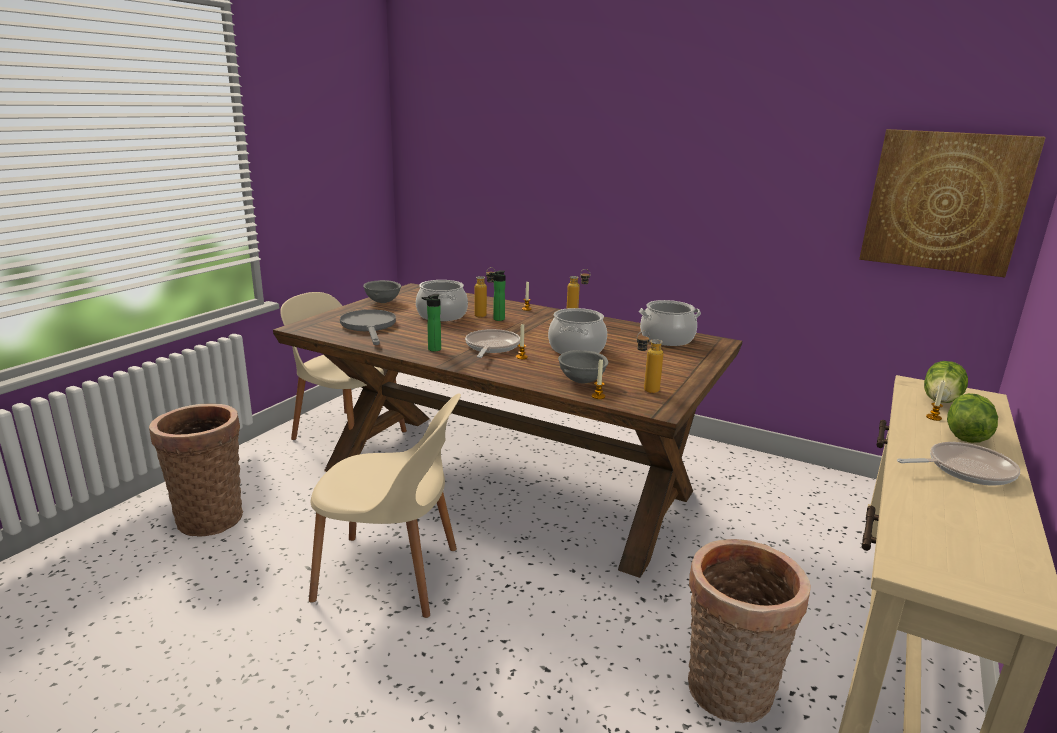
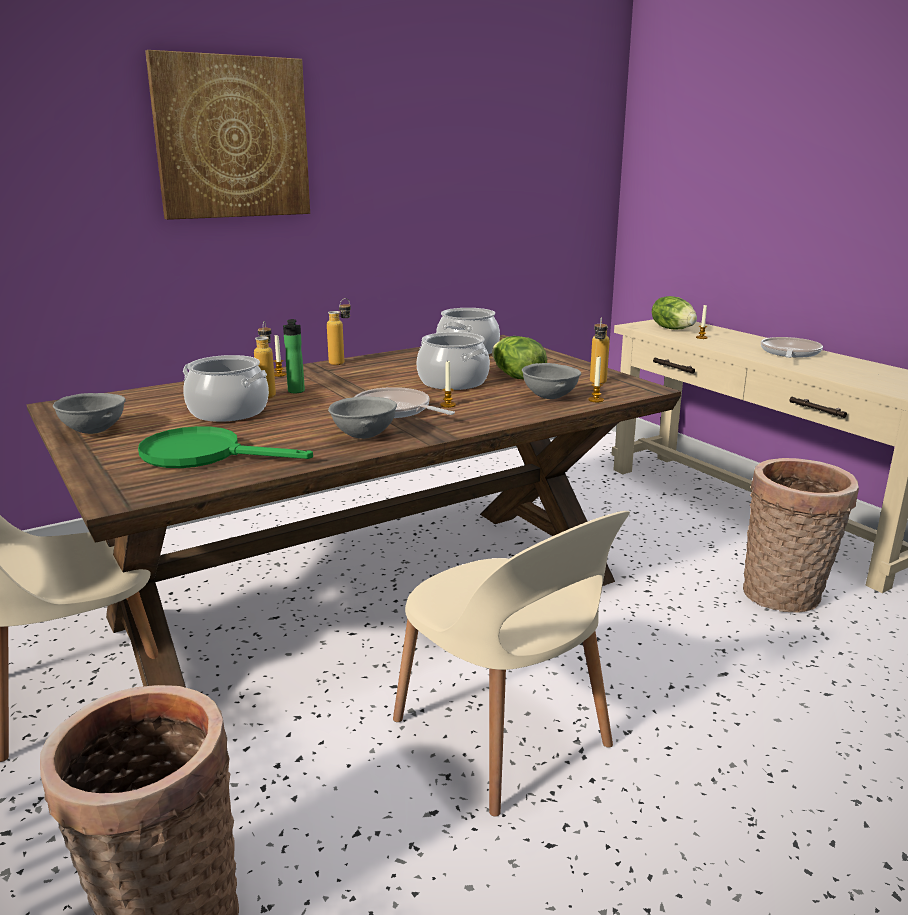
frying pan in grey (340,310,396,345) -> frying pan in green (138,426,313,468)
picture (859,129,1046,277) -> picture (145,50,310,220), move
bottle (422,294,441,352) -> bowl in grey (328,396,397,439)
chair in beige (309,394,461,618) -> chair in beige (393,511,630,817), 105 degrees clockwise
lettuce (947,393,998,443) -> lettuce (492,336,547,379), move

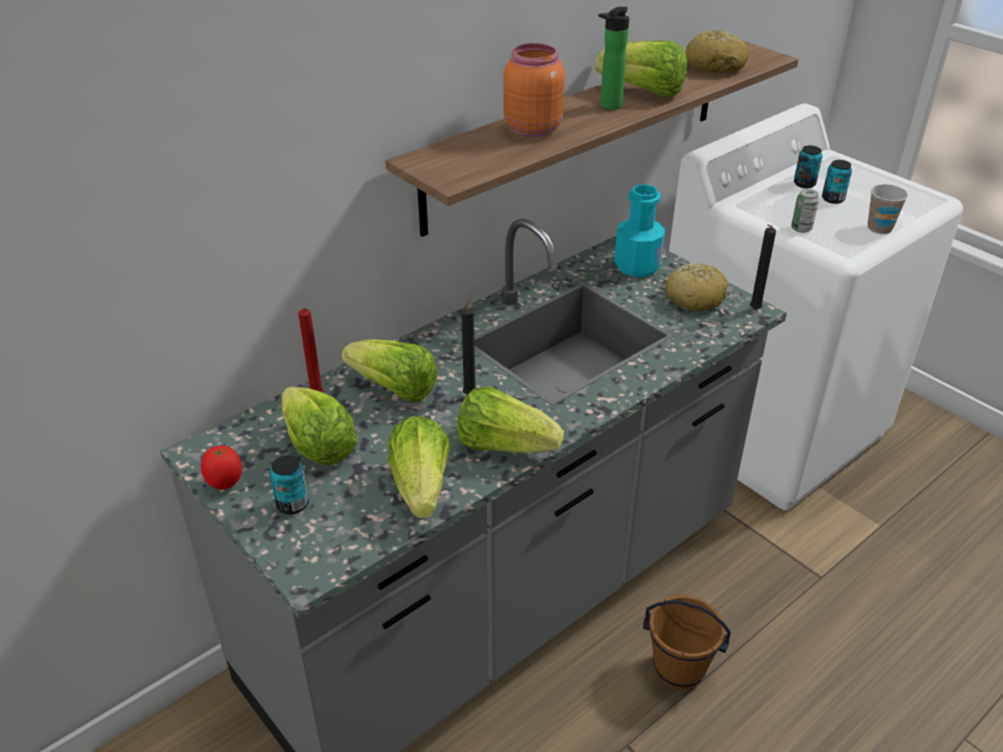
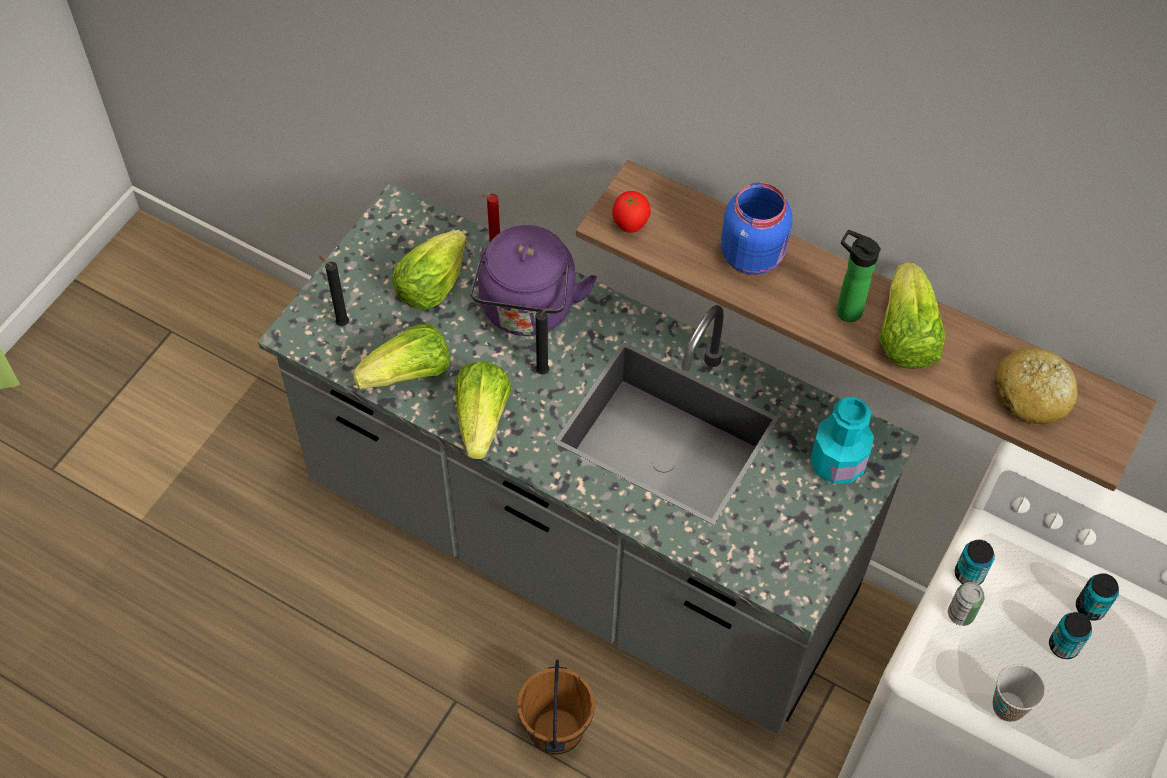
candle in black (750,224,776,310) -> candle in black (319,256,349,326), move
lettuce (342,339,437,402) -> kettle in purple (470,225,597,336)
tomato (201,446,242,490) -> tomato (612,191,651,233), move
jar in orange (504,43,565,137) -> jar in blue (721,183,792,275)
can (270,455,309,514) -> can (955,540,995,585), move
bread (665,263,728,311) -> none

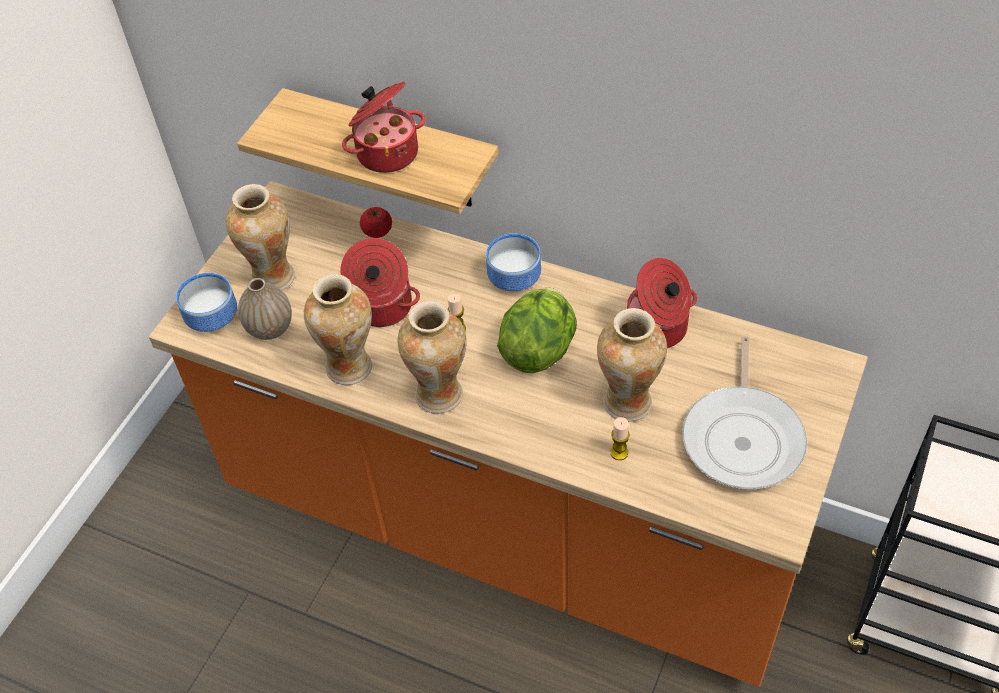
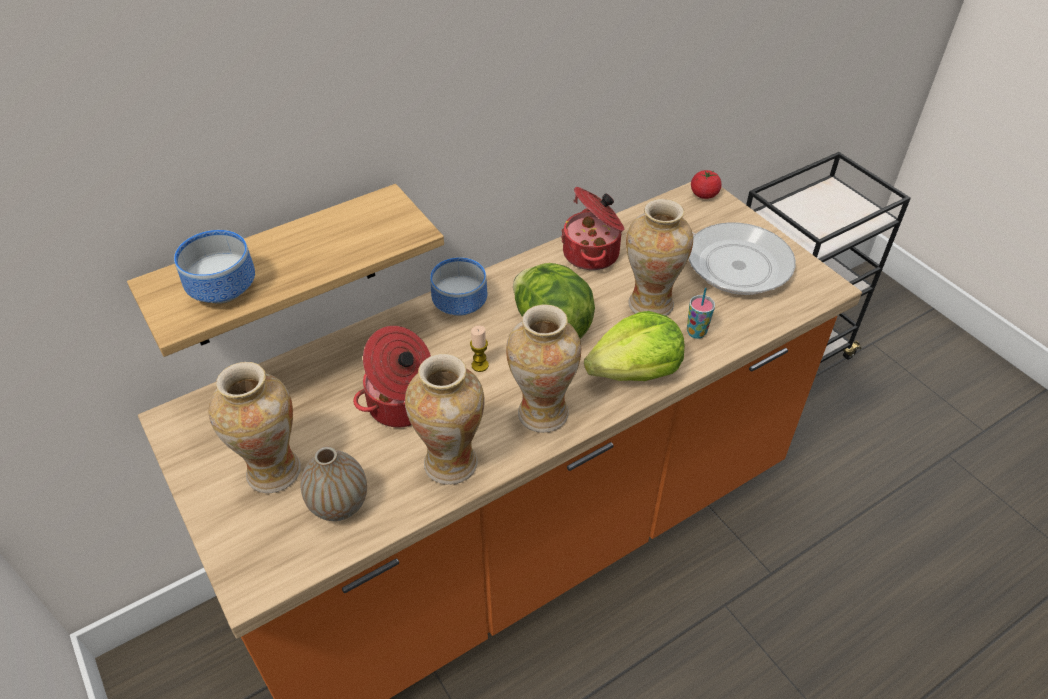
bowl (176,273,237,332) -> bowl (174,230,255,304), move
none -> lettuce (584,311,684,381)
candle (611,417,630,460) -> cup (687,288,715,339)
tomato (360,207,392,238) -> tomato (691,170,722,199), move
cooking pot (342,82,426,173) -> none

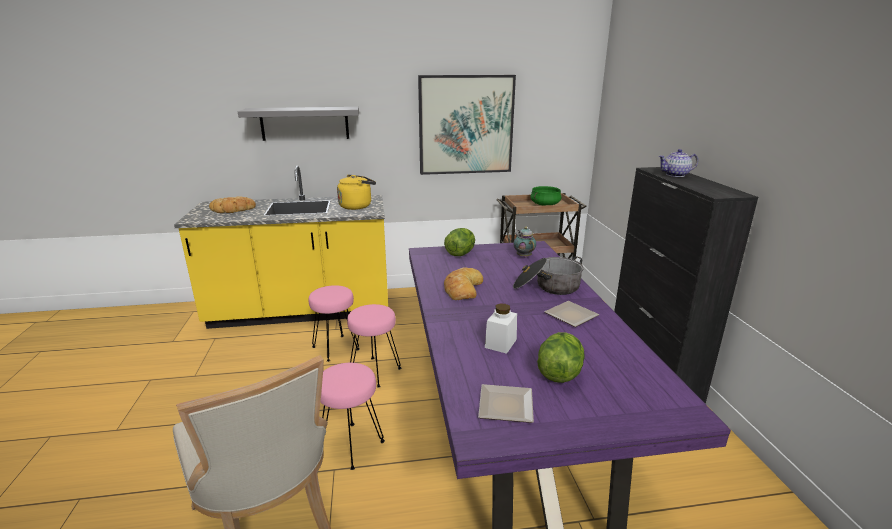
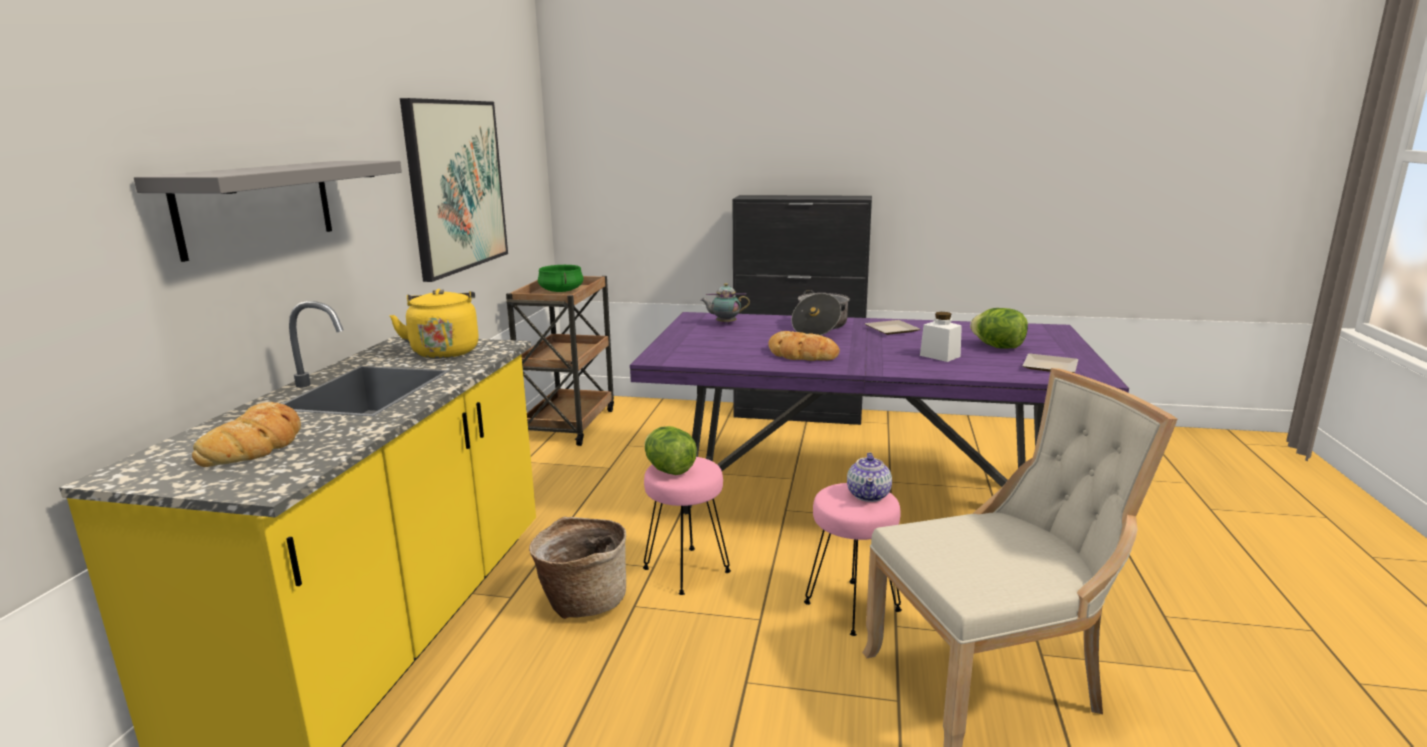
stool in pink (309,285,360,362) -> basket (529,516,626,619)
lettuce (444,228,475,256) -> lettuce (645,426,697,475), move
teapot (658,149,698,177) -> teapot (847,452,892,502), move

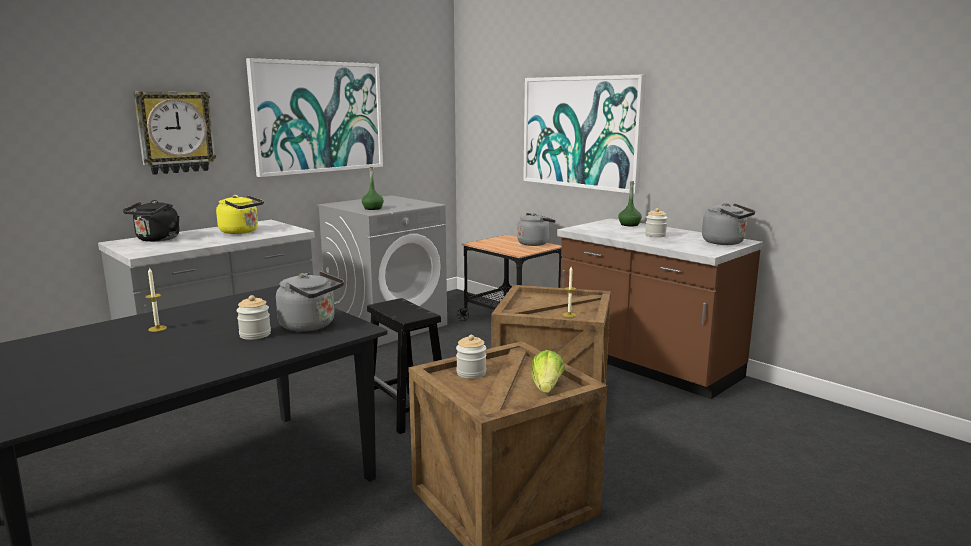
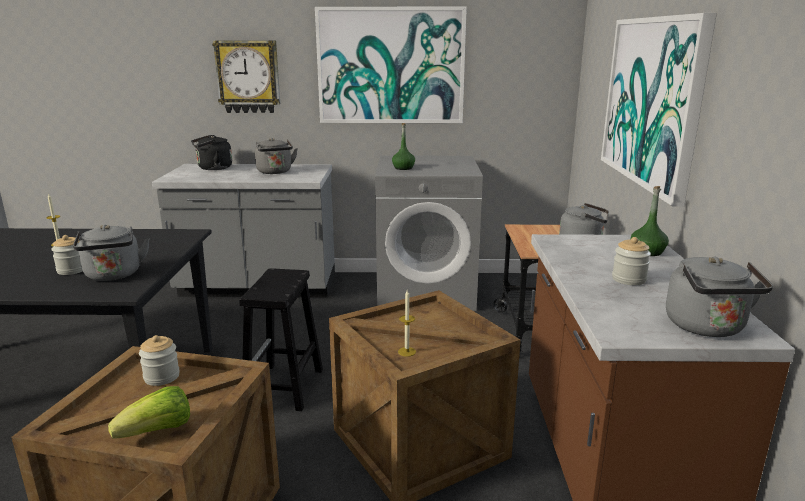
kettle in yellow (216,195,264,234) -> kettle in grey (255,138,298,174)

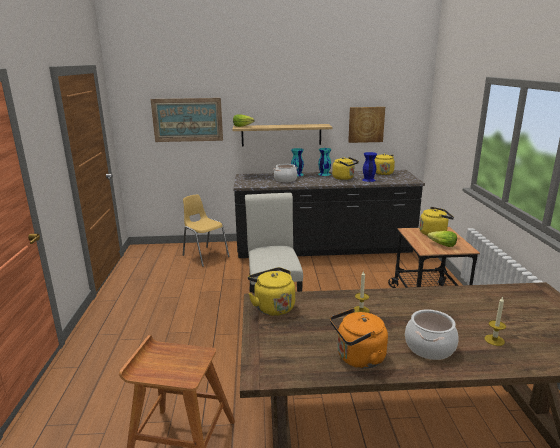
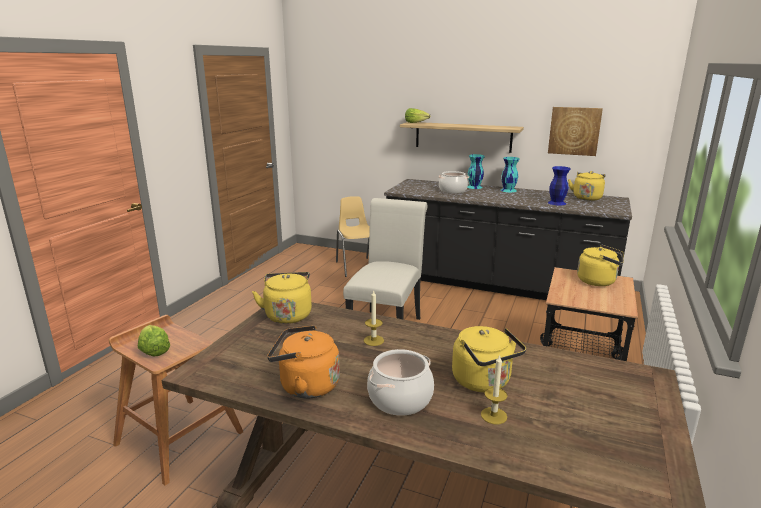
lettuce (427,231,457,247) -> lettuce (138,325,170,356), move
kettle in yellow (332,157,359,180) -> kettle in yellow (452,326,526,392), move
picture (151,98,223,142) -> none

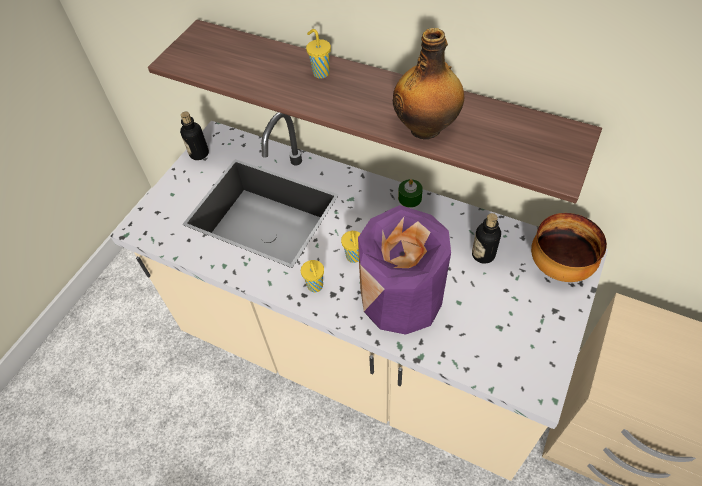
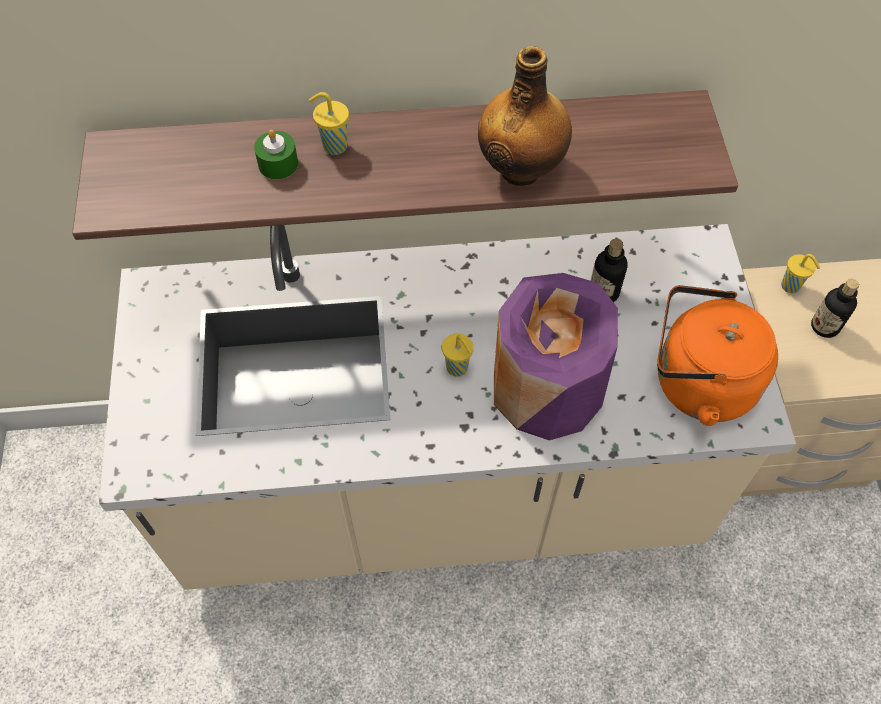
candle in green (398,179,423,208) -> candle in green (254,130,298,179), move
none -> kettle in orange (657,285,778,426)
cup in yellow (301,260,324,292) -> cup in yellow (781,254,820,293), move
bottle (180,112,209,160) -> bottle (811,279,859,338), move
bowl (531,213,607,282) -> none

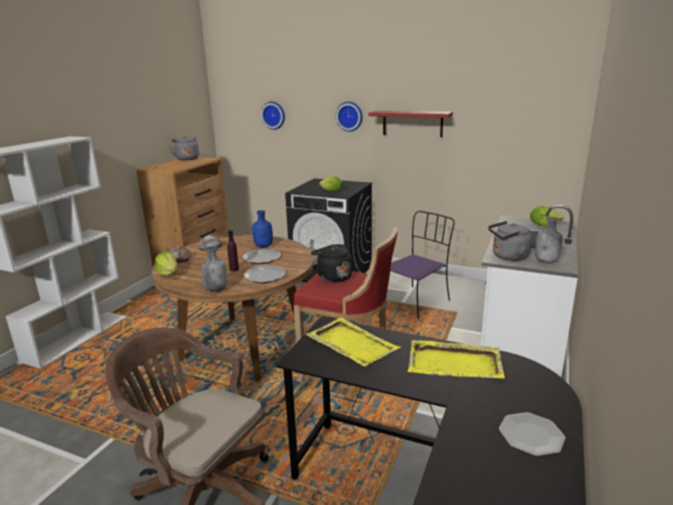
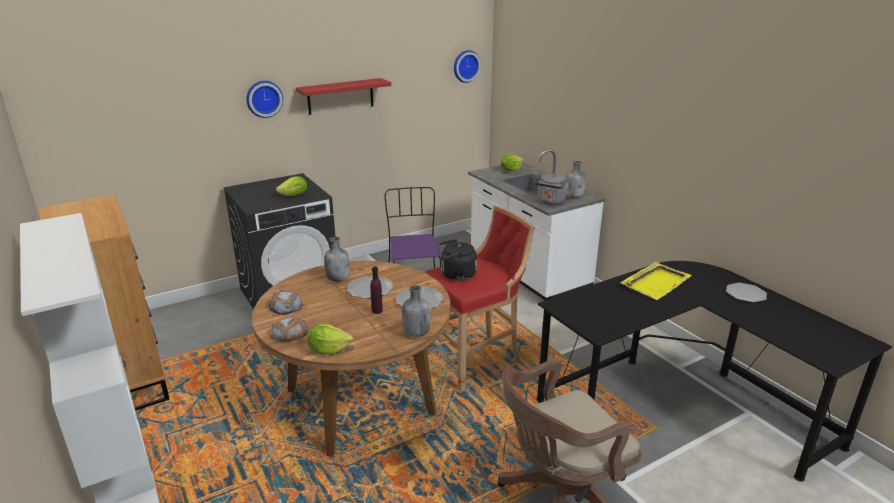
bottle in blue (253,210,273,247) -> bottle in grey (324,237,349,282)
wall clock (261,102,285,130) -> wall clock (454,50,481,83), move
kettle in grey (169,136,199,161) -> none
tray in yellow (306,318,401,366) -> none

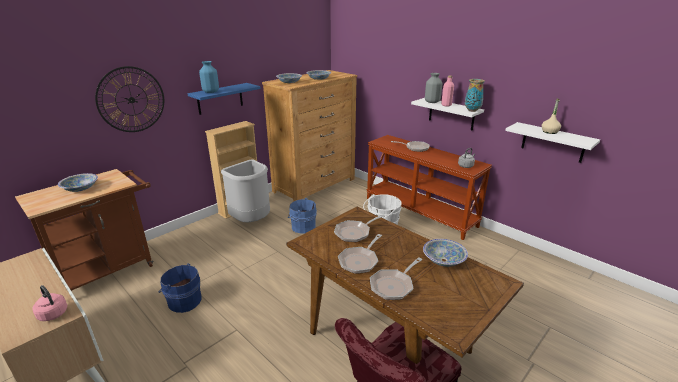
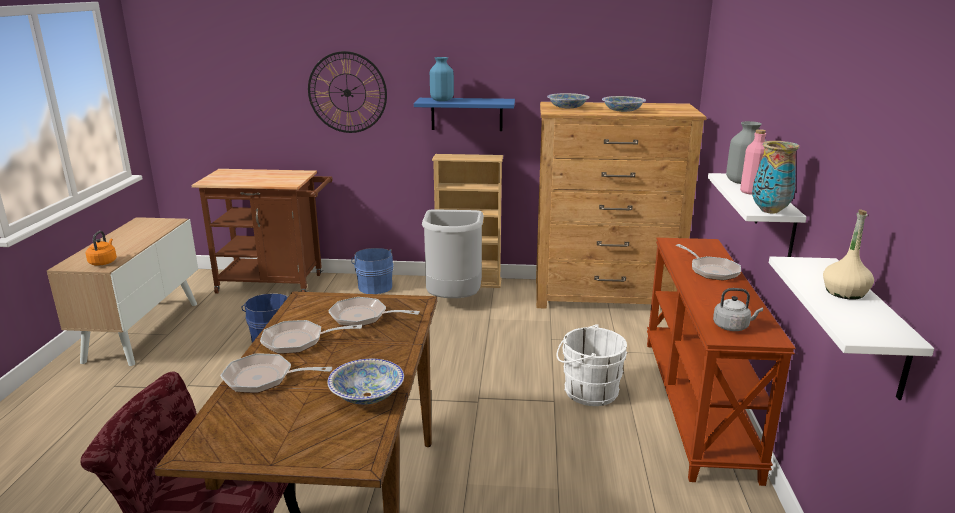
kettle in pink (32,285,67,321) -> kettle in orange (86,231,117,266)
bucket in blue (288,198,317,234) -> bucket in blue (351,248,393,294), move
bowl (58,173,98,192) -> none

